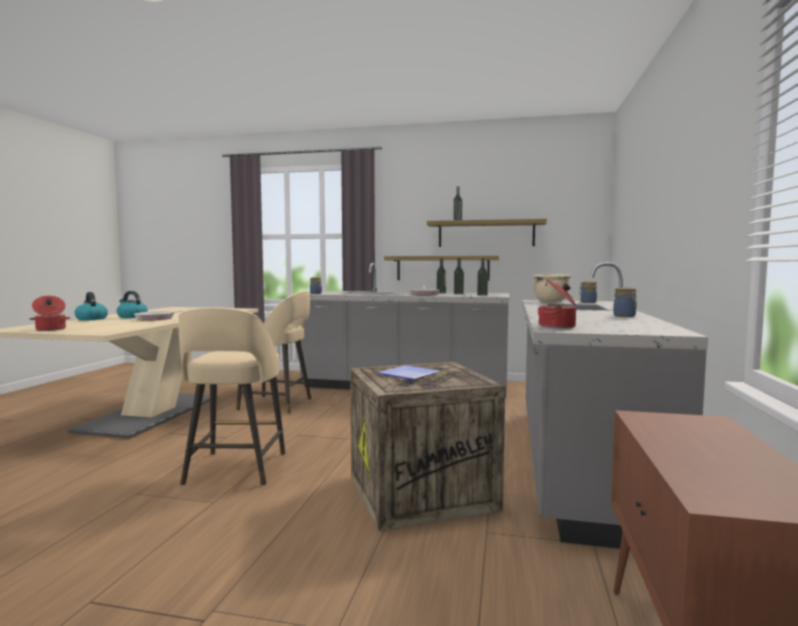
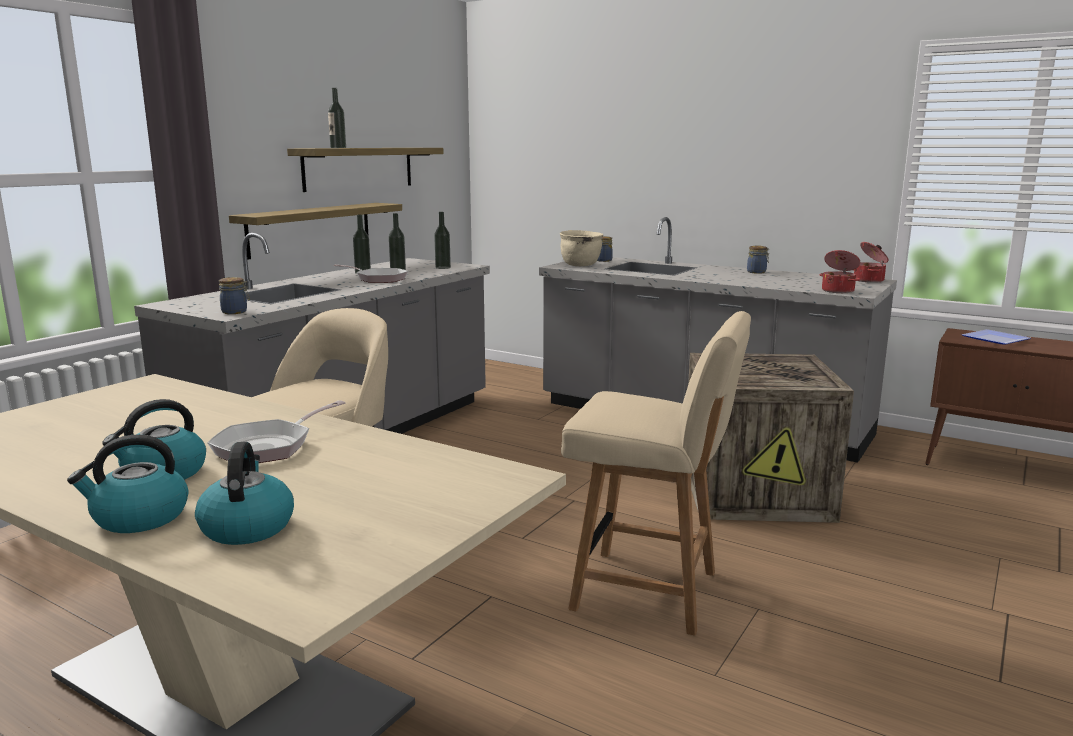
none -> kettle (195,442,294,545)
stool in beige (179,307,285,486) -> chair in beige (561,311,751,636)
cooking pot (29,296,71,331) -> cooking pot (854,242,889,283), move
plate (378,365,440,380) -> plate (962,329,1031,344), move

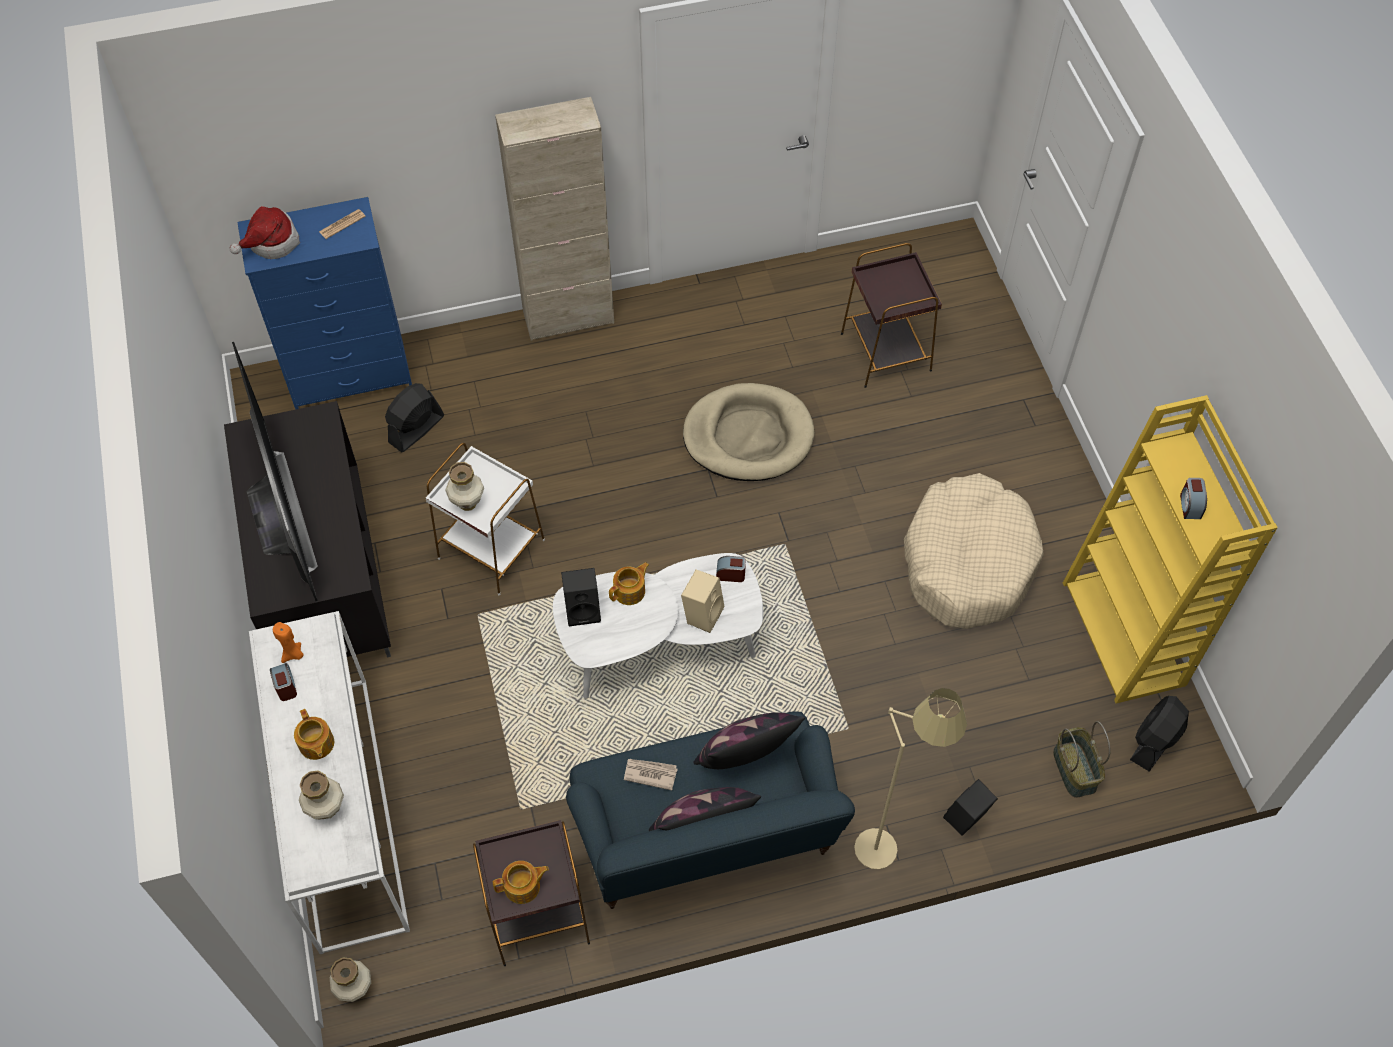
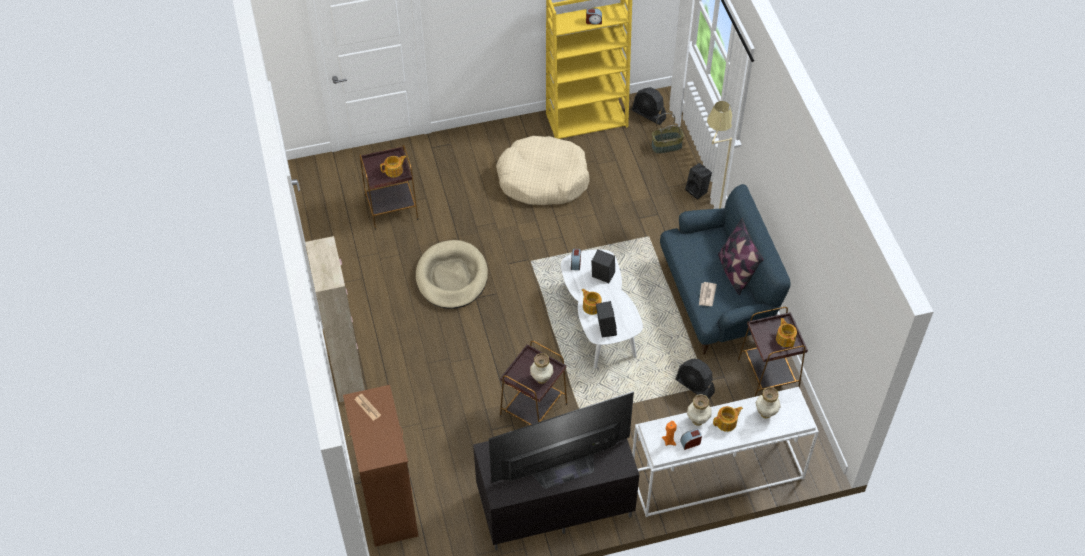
dresser in blue (237,197,412,410) -> dresser in brown (343,385,418,547)
none -> teapot (380,155,406,178)
side table in white (426,443,545,595) -> side table in brown (500,341,567,425)
speaker in beige (681,570,725,633) -> speaker in black (591,250,615,283)
fan in black (385,383,444,453) -> fan in black (676,359,715,399), move
vase (330,957,371,1002) -> vase (687,394,712,426), move
hat (230,206,300,259) -> none
pillow (693,712,805,769) -> none

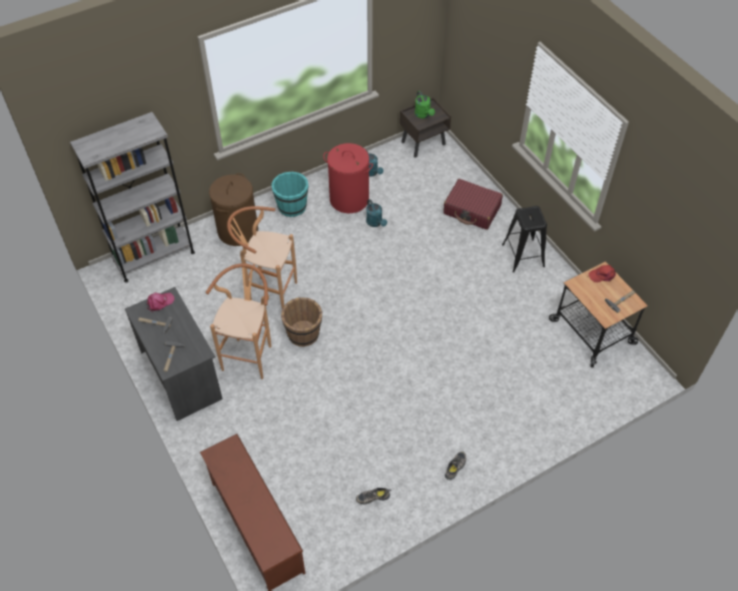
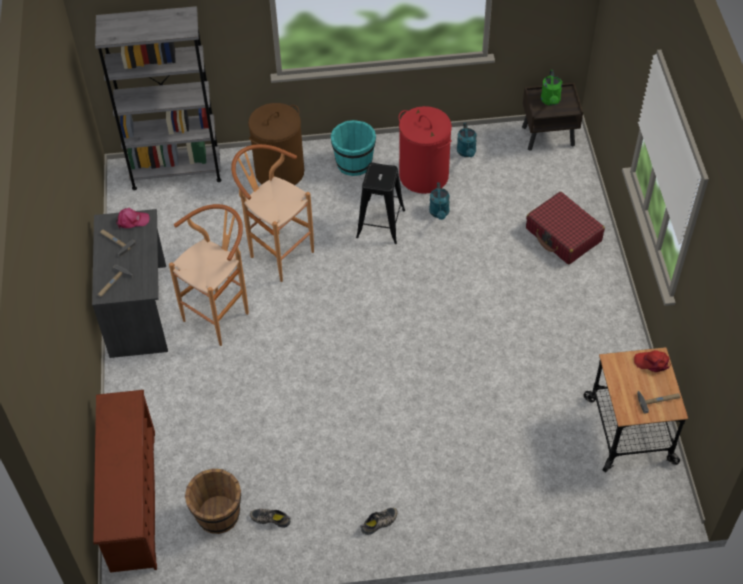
bucket in brown (281,297,322,347) -> bucket in brown (185,469,241,534), move
stool in black (502,206,547,273) -> stool in black (356,163,405,244), move

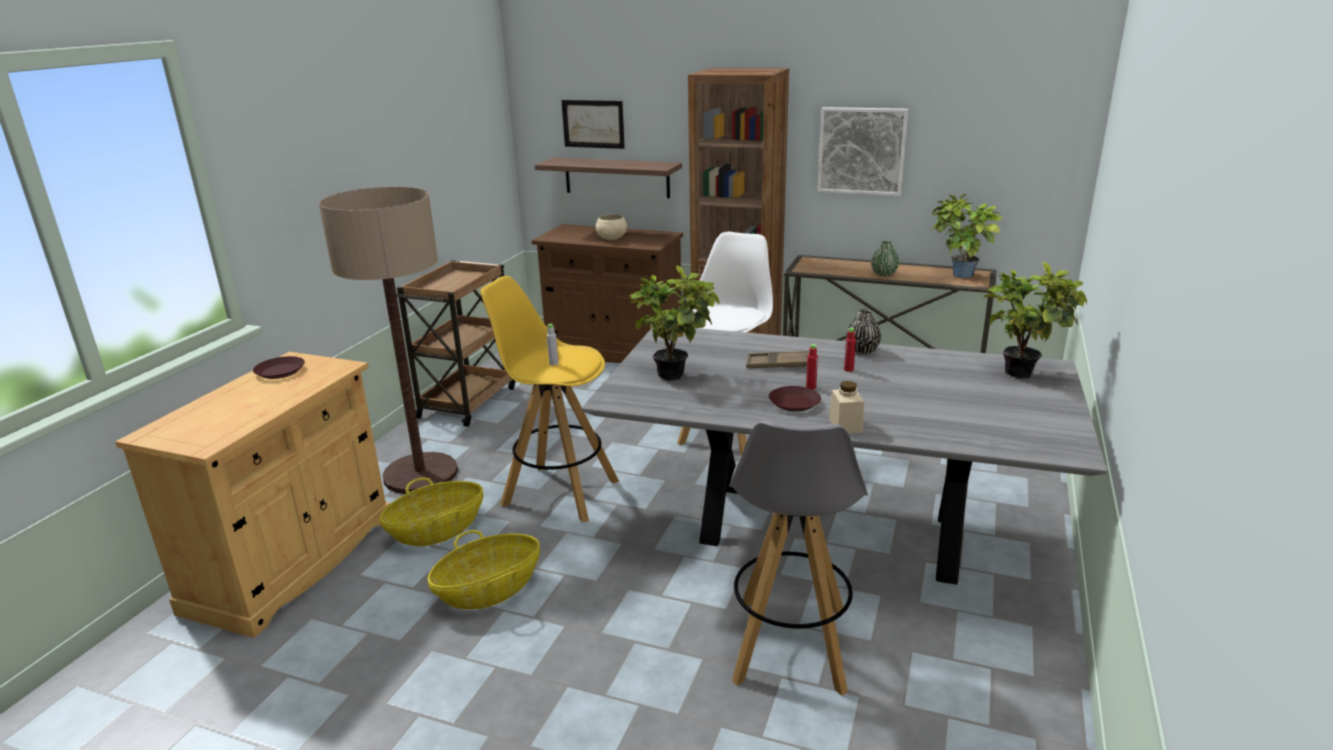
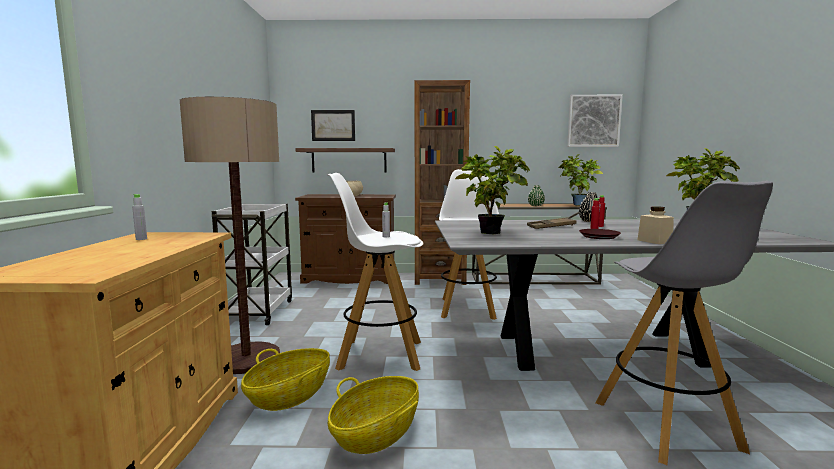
plate in brown (253,356,305,379) -> bottle in grey (132,194,147,240)
cart in brown (396,260,516,427) -> cart in white (212,204,292,325)
stool in yellow (480,276,619,522) -> stool in white (327,173,424,371)
picture (817,107,908,196) -> picture (567,95,623,147), move

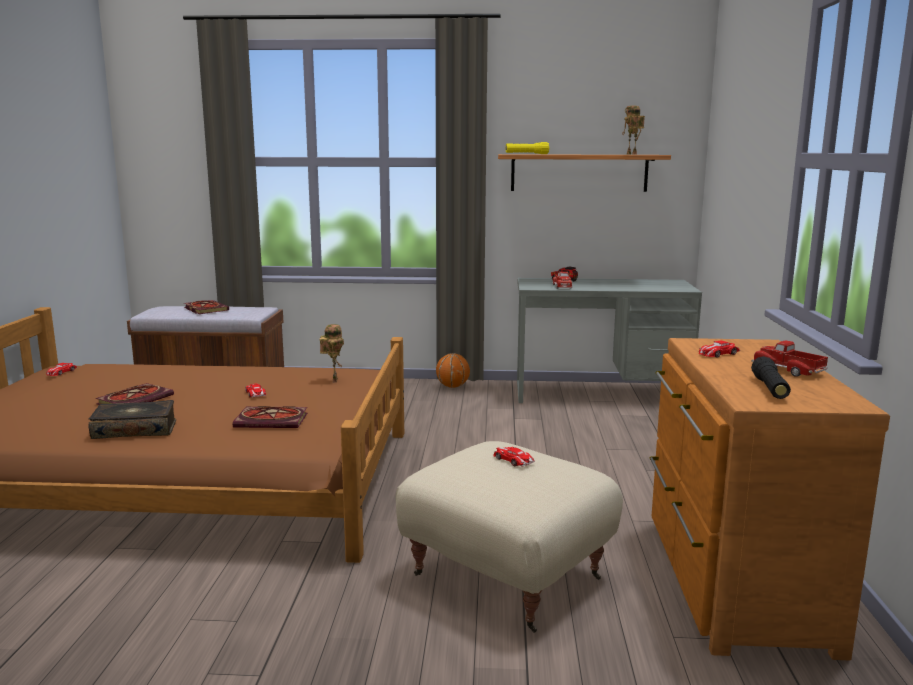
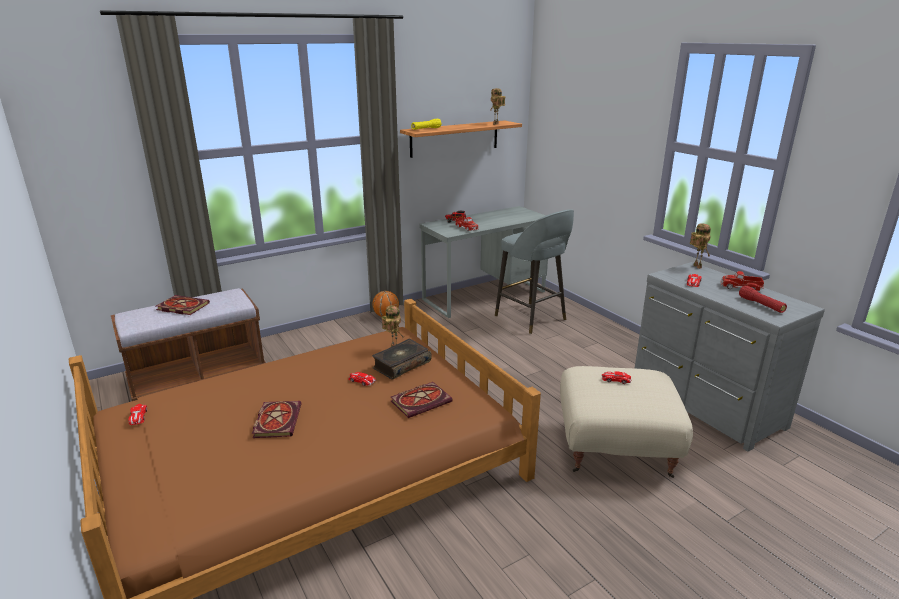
book (89,400,176,439) -> book (372,339,432,380), move
none -> stool in grey (495,209,574,334)
dresser in brown (650,338,890,660) -> dresser in grey (635,262,825,452)
none -> toy robot (690,224,711,269)
flashlight in black (751,356,791,399) -> flashlight in red (739,286,787,313)

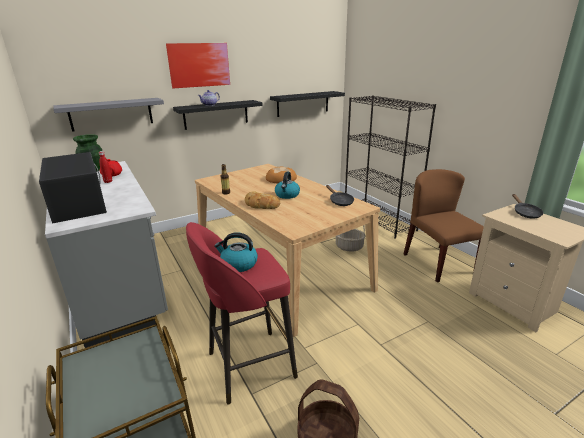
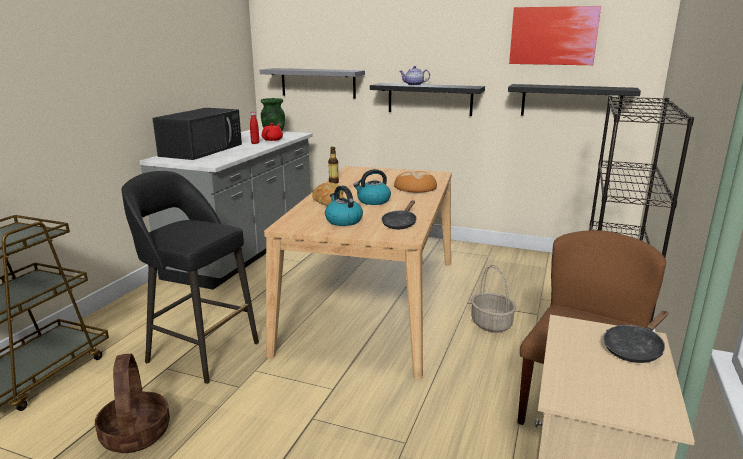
stool in red (186,222,298,405) -> stool in black (121,171,259,384)
kettle (214,232,258,272) -> kettle (325,186,363,226), move
picture (166,43,230,88) -> picture (509,6,601,65), move

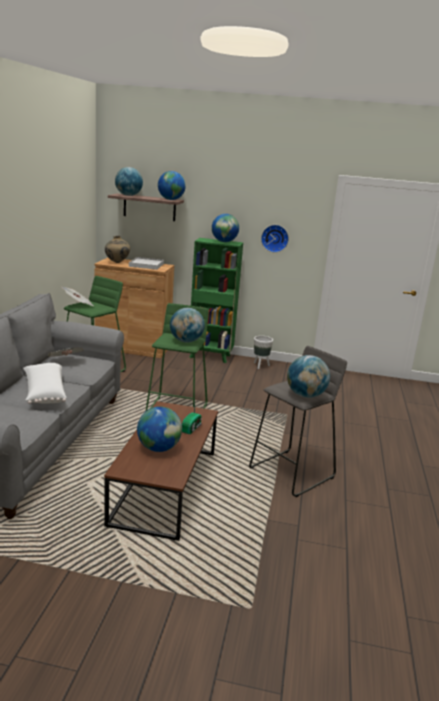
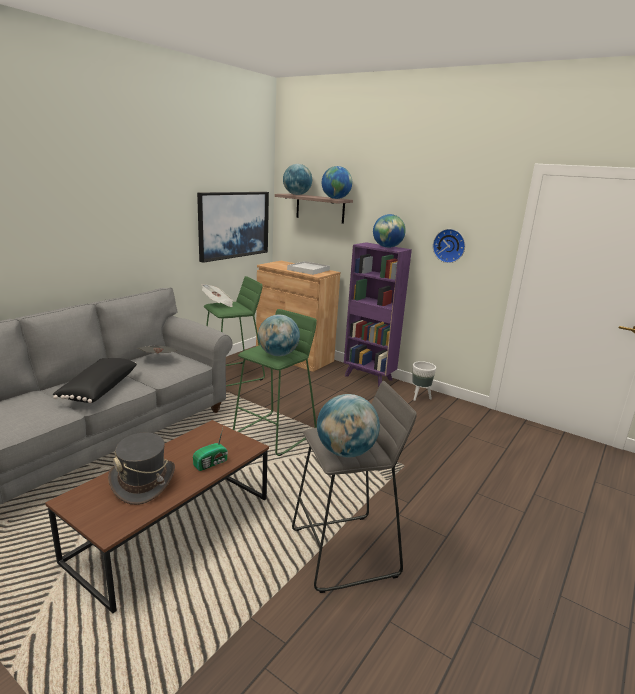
pillow in white (23,363,67,404) -> pillow in black (52,358,137,403)
globe (137,406,182,452) -> hat in grey (108,433,175,505)
none -> picture (197,192,269,263)
bookcase in green (189,238,243,363) -> bookcase in purple (344,242,412,387)
vase in beige (105,236,130,263) -> none

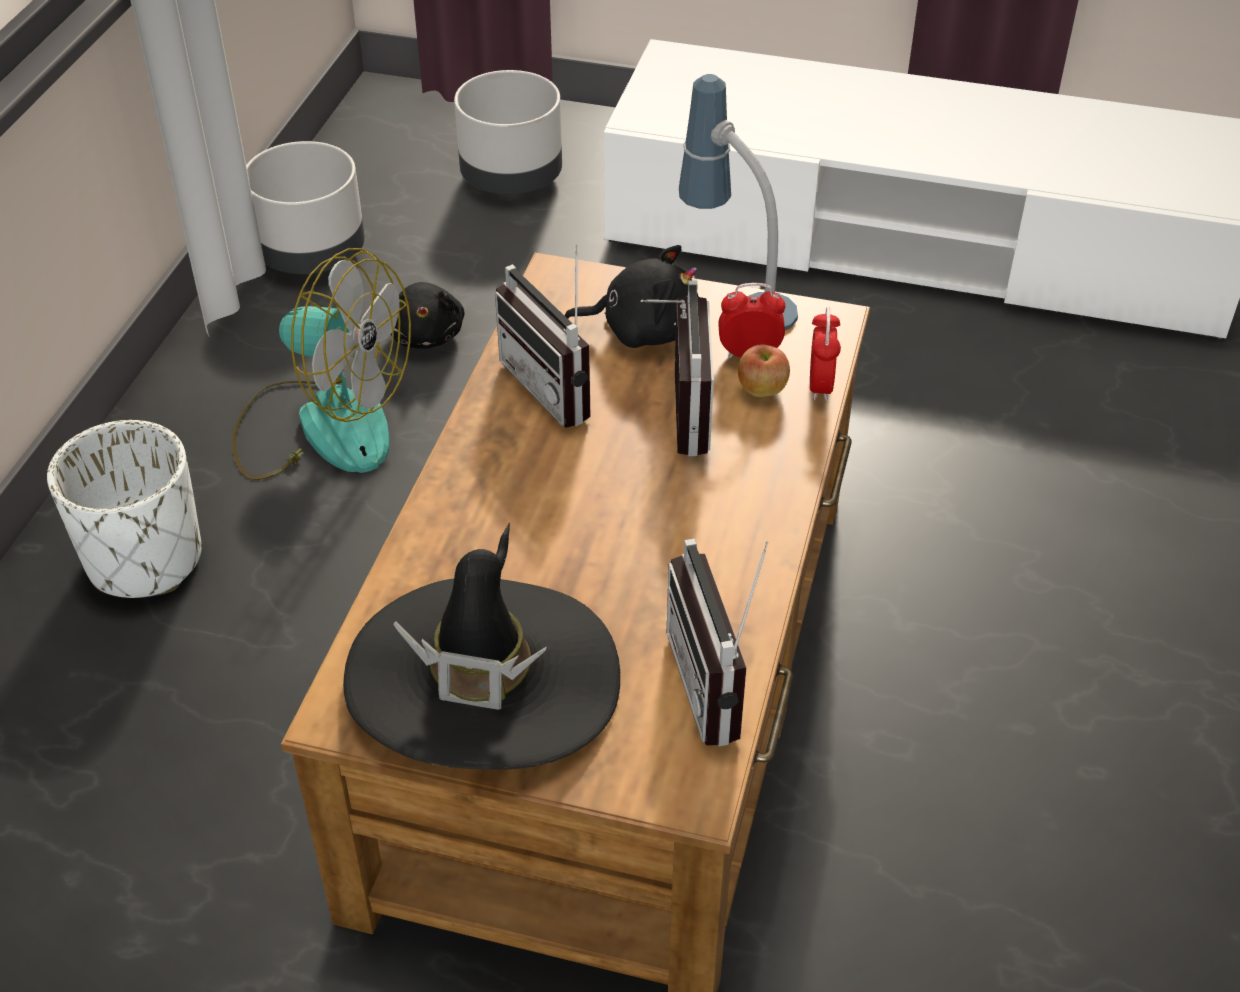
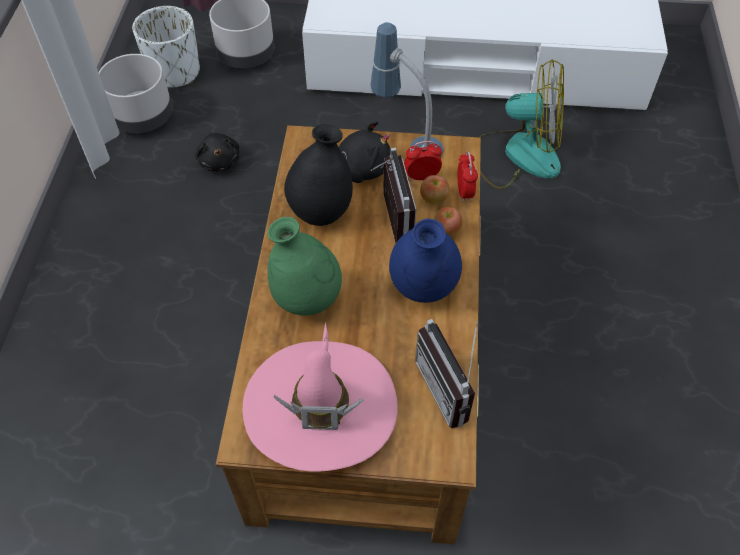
planter in white (47,420,202,598) -> planter in white (132,6,200,88), move
hat in black (343,522,620,770) -> hat in pink (243,322,398,472)
none -> vase in green (267,217,342,316)
radio (495,245,590,428) -> vase in black (284,124,352,226)
none -> vase in blue (389,218,462,303)
none -> apple (434,207,462,237)
fan (231,248,411,480) -> fan (479,59,564,189), move

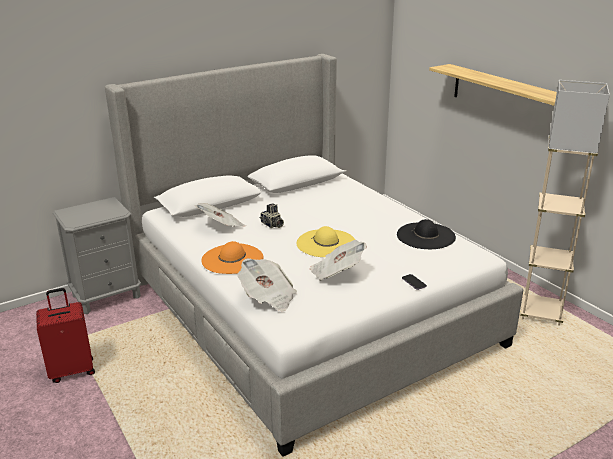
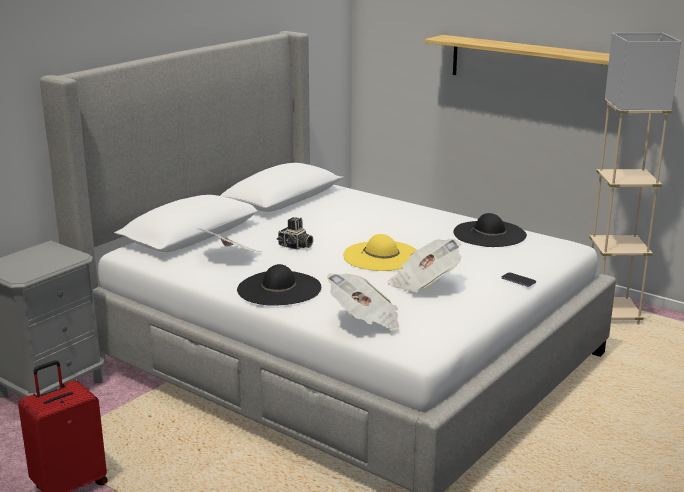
hat in orange (201,241,263,274) -> hat in black (237,264,321,306)

